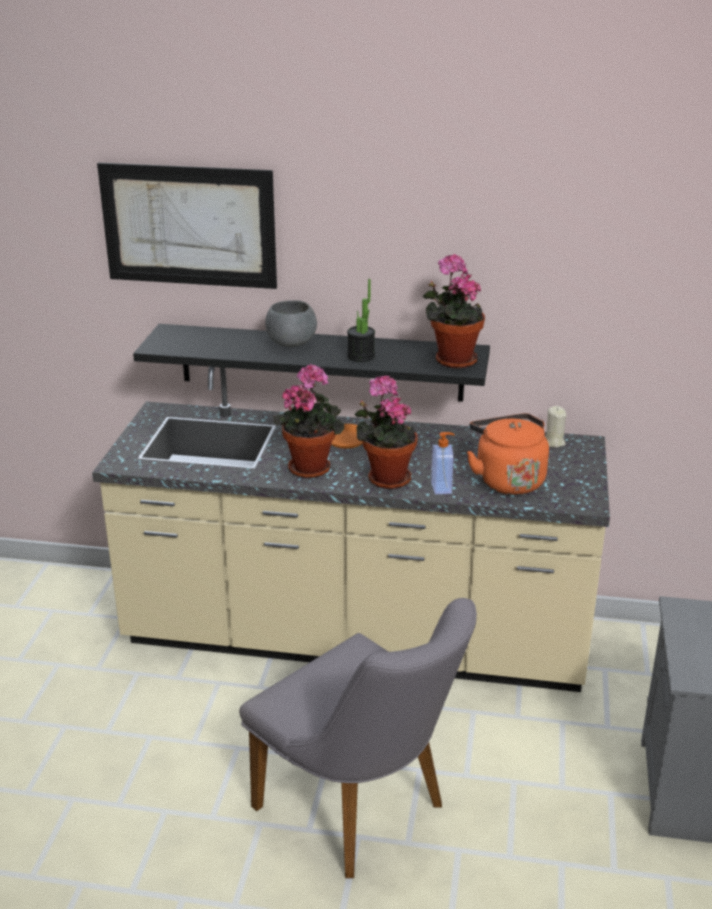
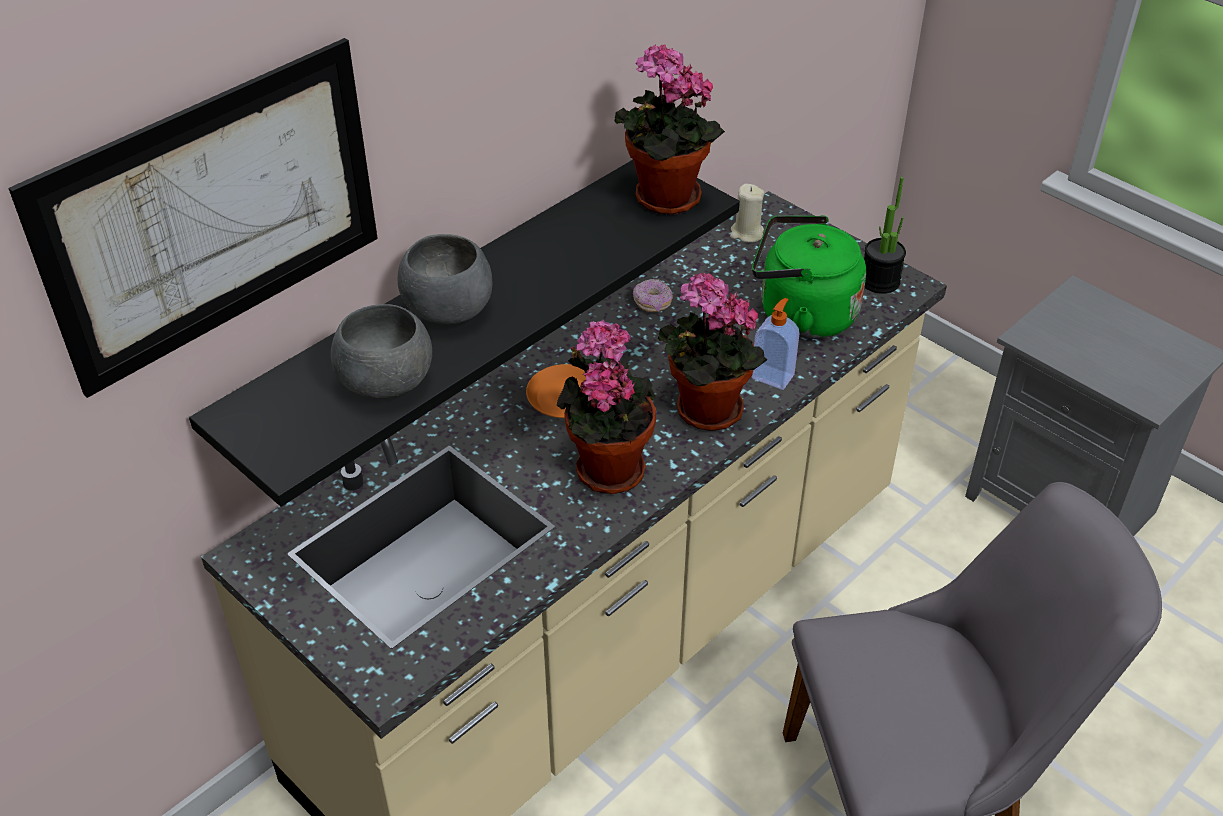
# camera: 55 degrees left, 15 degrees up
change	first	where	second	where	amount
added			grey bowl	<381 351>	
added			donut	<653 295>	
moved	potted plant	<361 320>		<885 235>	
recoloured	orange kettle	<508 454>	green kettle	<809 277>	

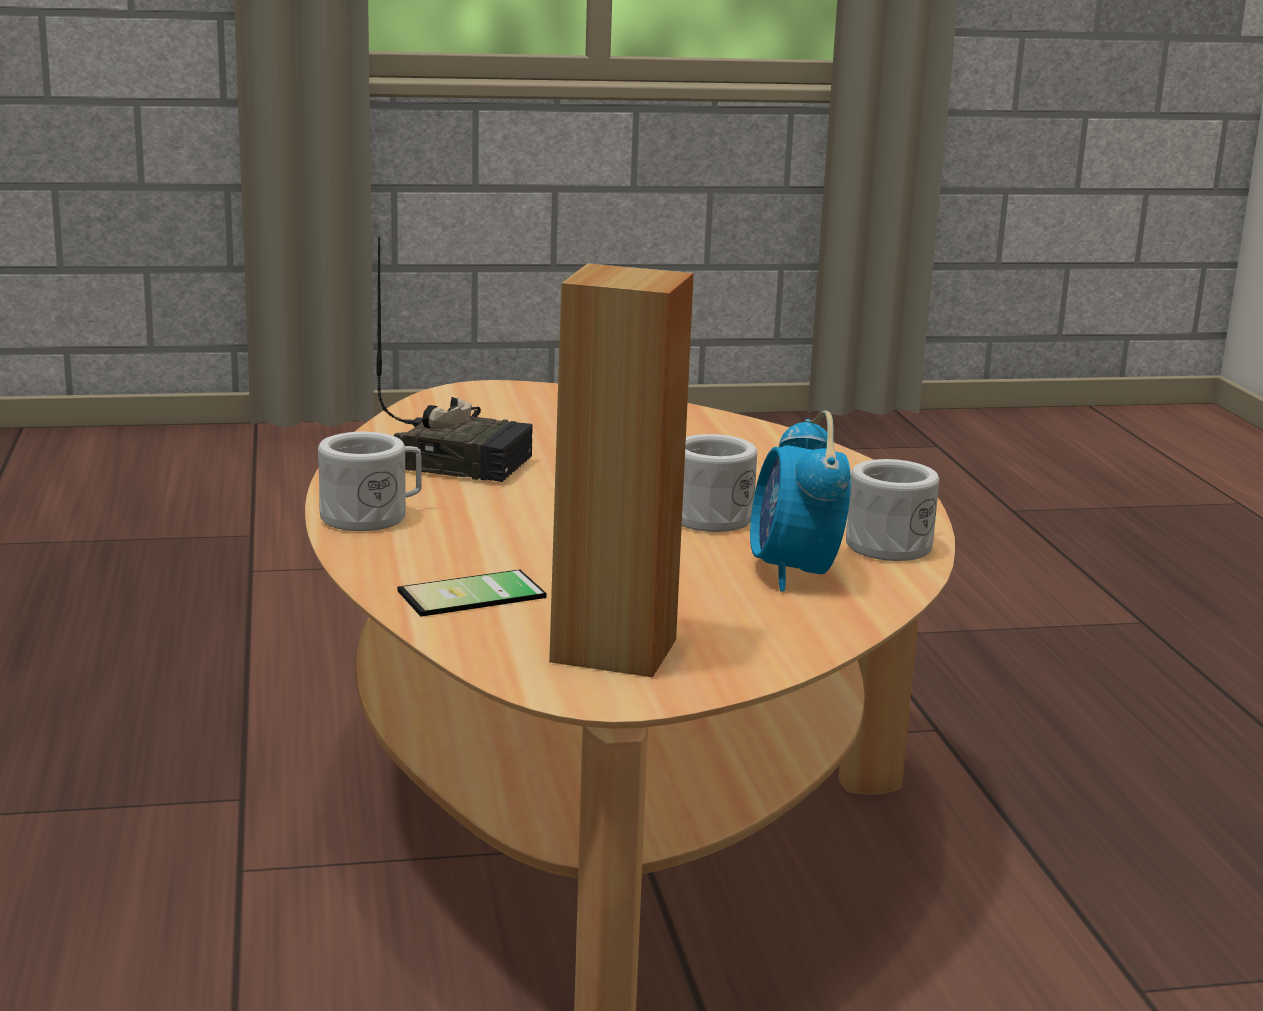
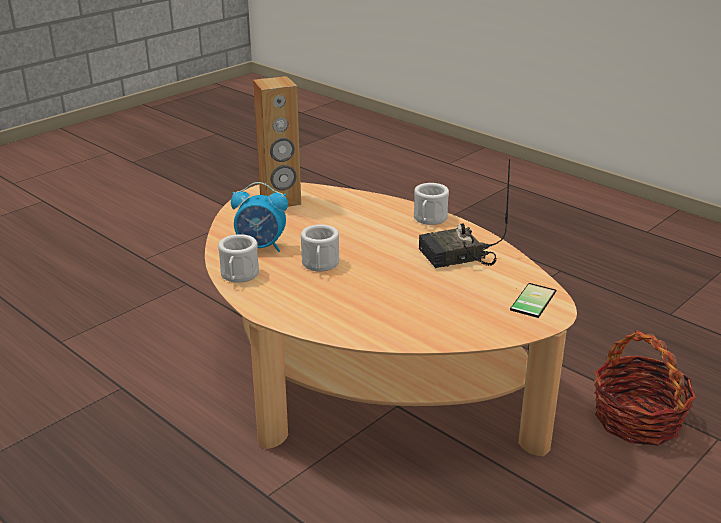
# camera: 145 degrees right, 10 degrees up
change	first	where	second	where	amount
added			basket	<645 388>	
moved	phone	<472 593>		<533 300>	
turned	alarm clock	<800 501>		<259 217>	135 degrees clockwise

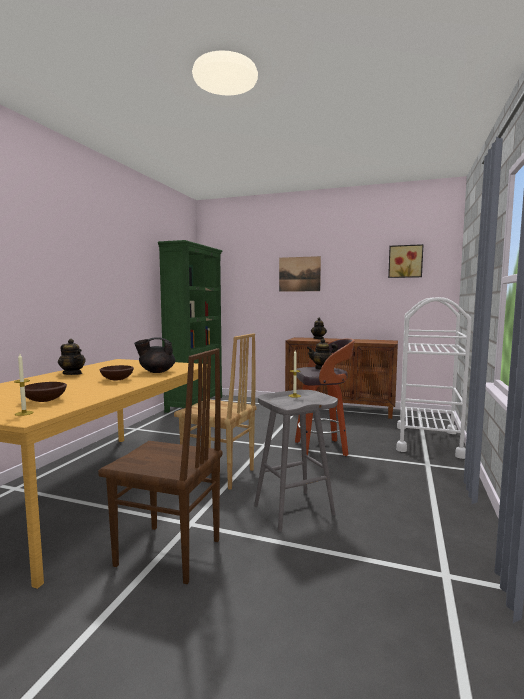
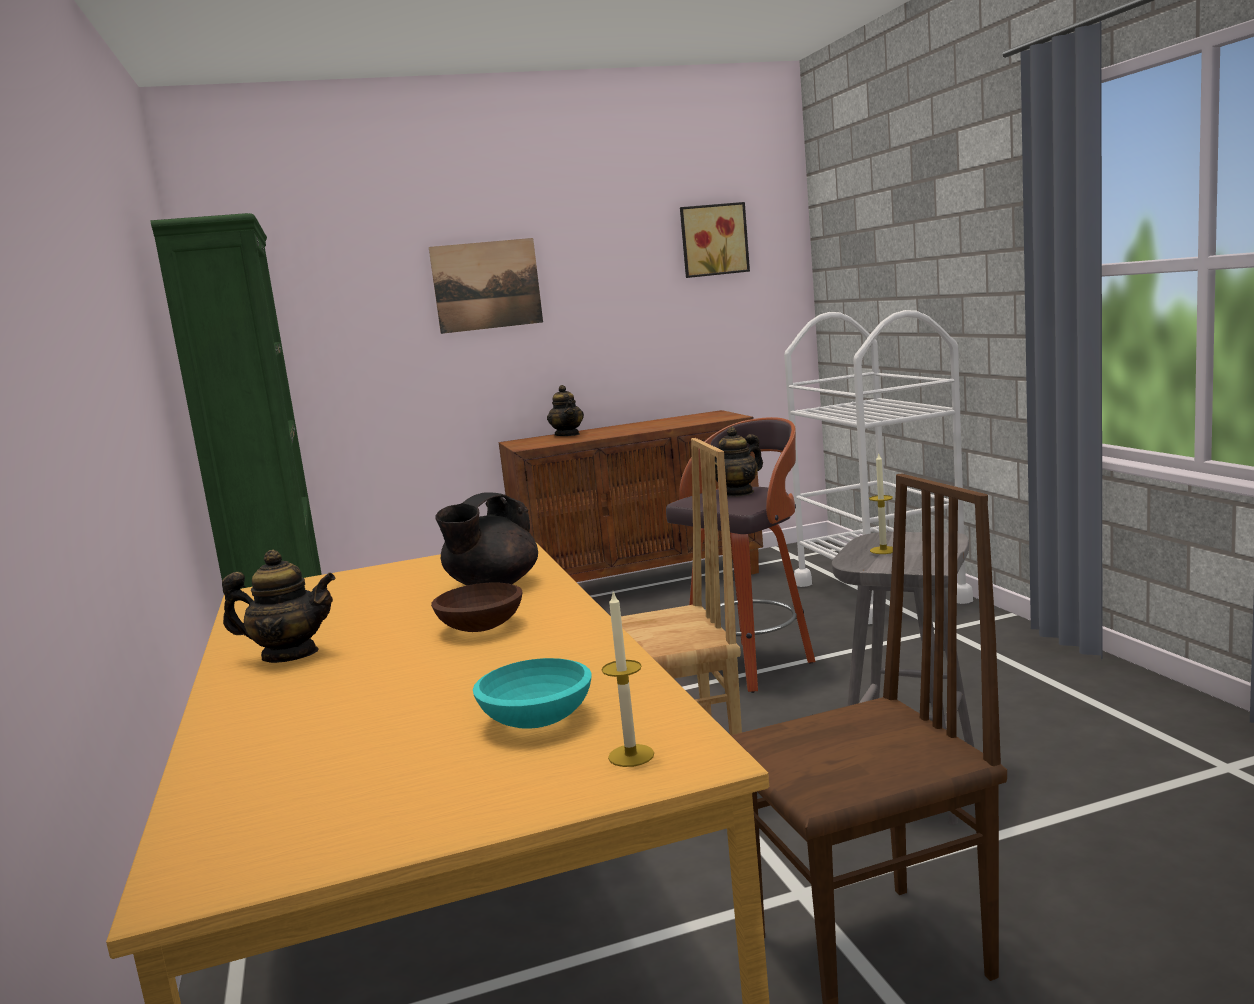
# camera: 35 degrees left, 5 degrees up
change	first	where	second	where	amount
recoloured	brown bowl	<46 392>	turquoise bowl	<532 693>	

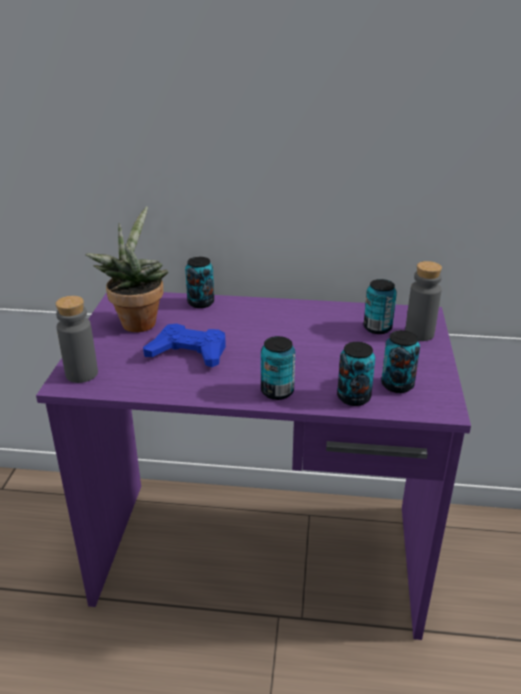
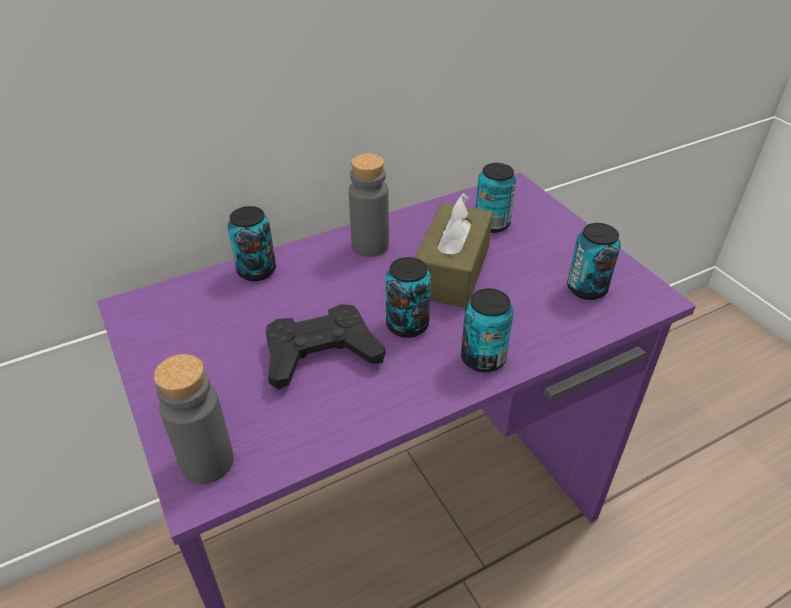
# camera: 35 degrees left, 10 degrees up
change	first	where	second	where	amount
removed	potted plant	<126 269>			
added			brown tissue box	<453 250>	
moved	can	<356 374>		<408 297>	
moved	grey bottle	<423 301>		<369 205>	
recoloured	blue game controller	<184 345>	black game controller	<325 347>	

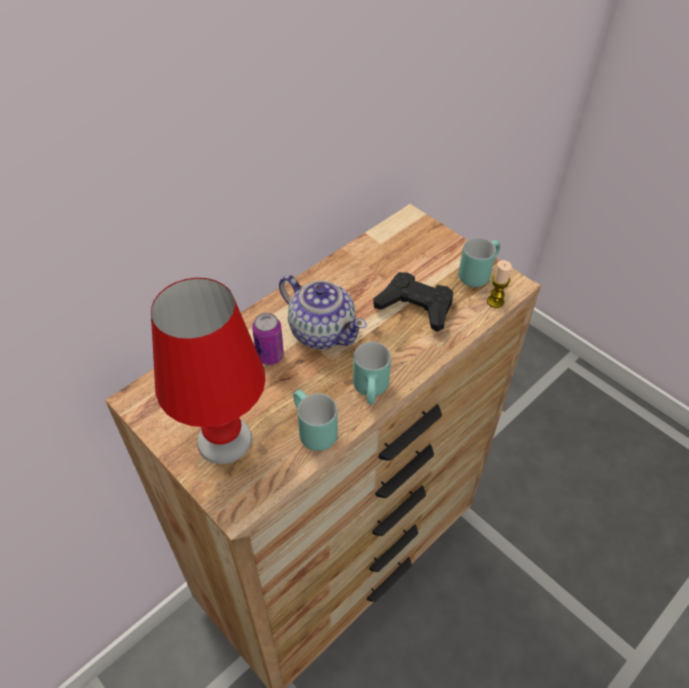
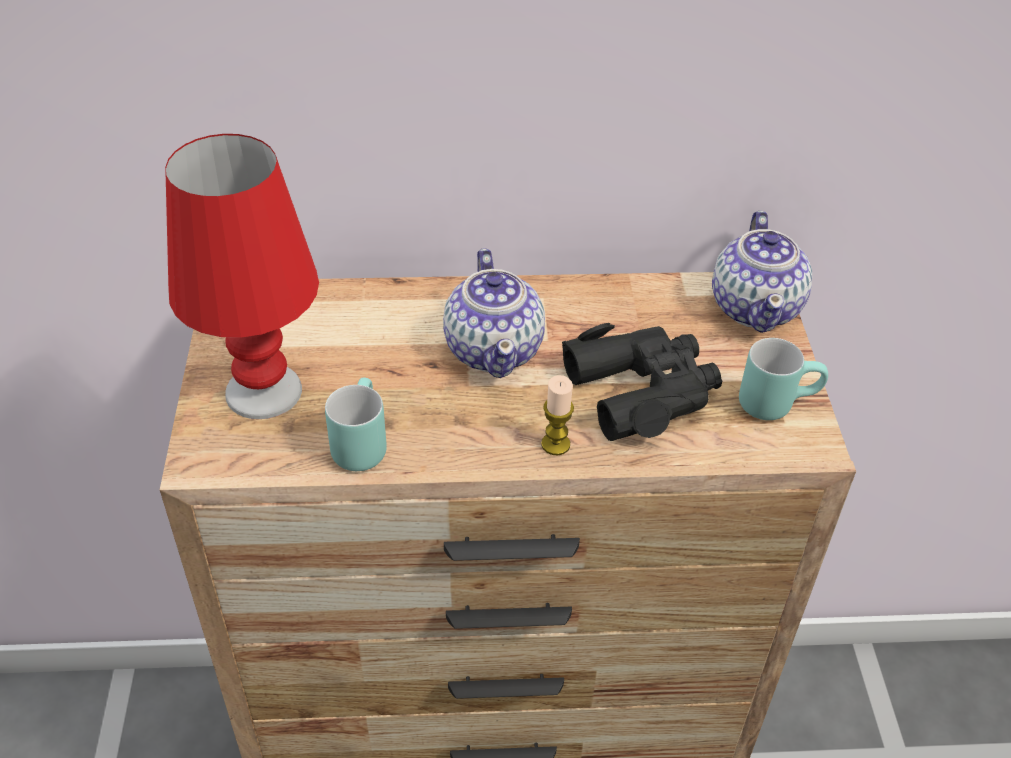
# camera: 40 degrees right, 5 degrees down
change	first	where	second	where	amount
removed	can	<268 339>			
removed	turquoise mug	<372 373>			
added			teapot	<762 271>	
moved	candle	<499 284>		<557 415>	
replaced	black game controller	<413 302>	black binoculars	<642 382>	

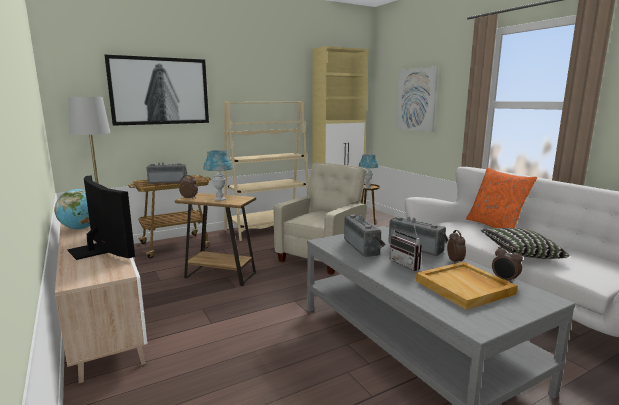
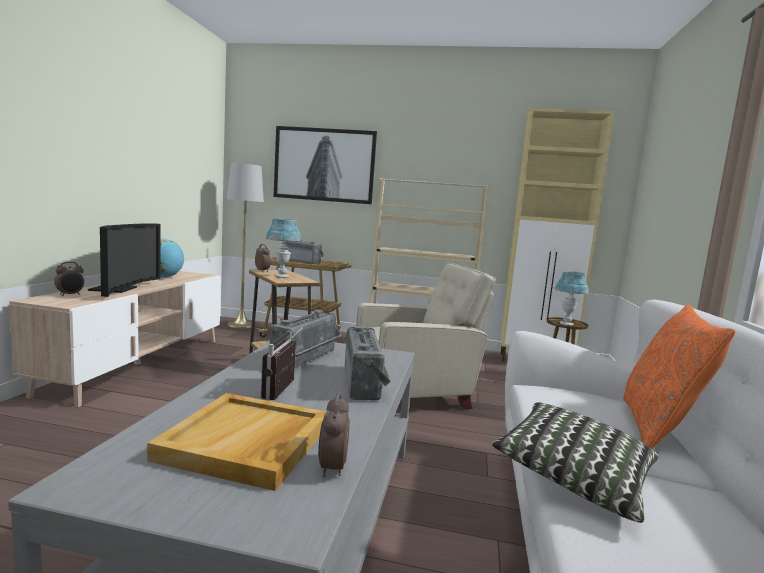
# camera: 40 degrees right, 5 degrees down
change	first	where	second	where	amount
removed	picture	<417 99>			
moved	alarm clock	<456 247>		<69 279>	

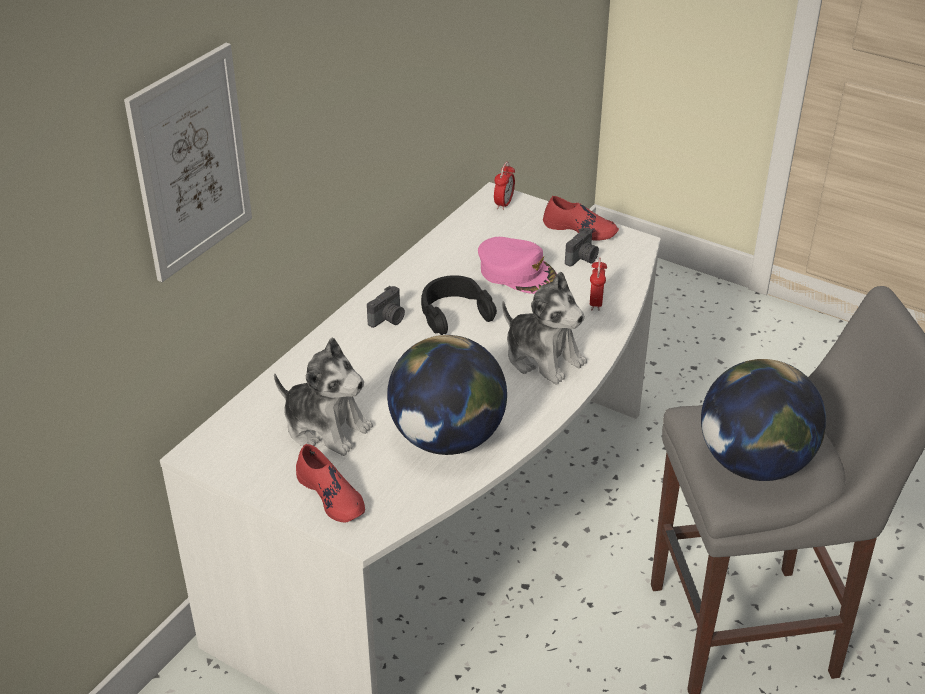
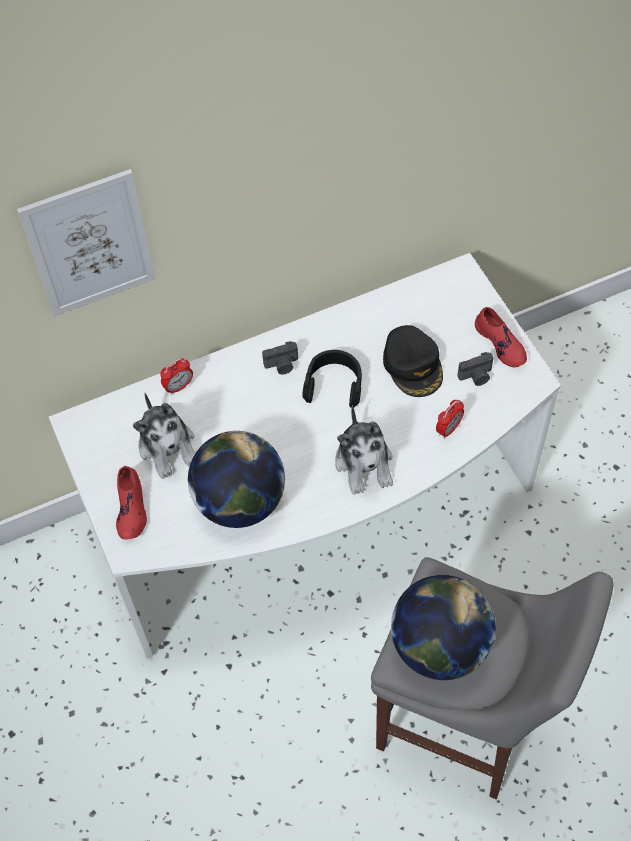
# camera: 35 degrees right, 20 degrees up
change	first	where	second	where	amount
moved	alarm clock	<504 186>		<176 376>	
recoloured	pink cap	<517 265>	black cap	<413 361>	

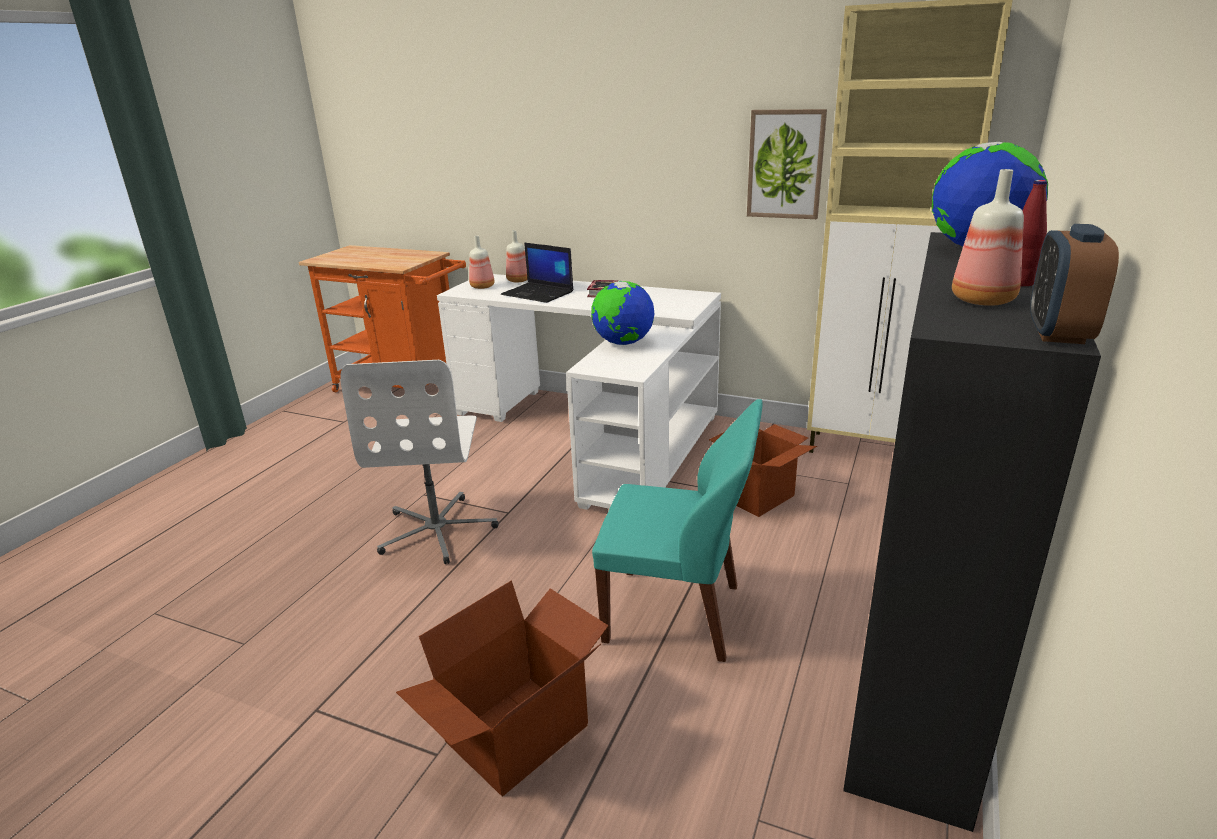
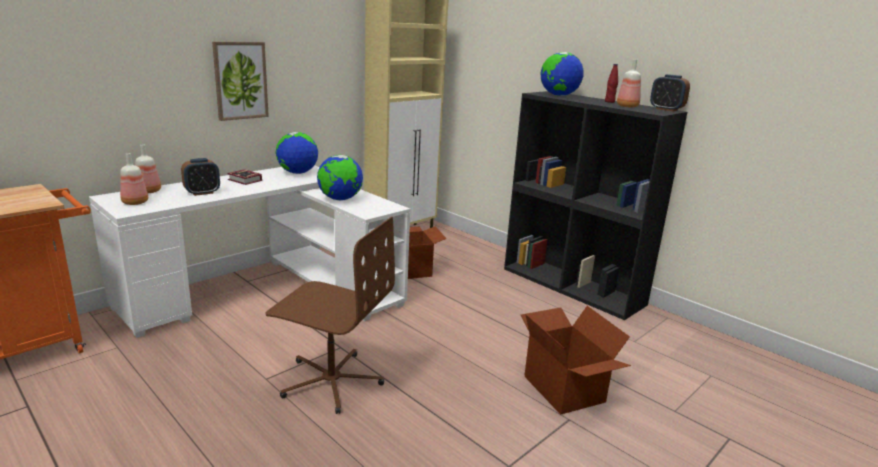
# camera: 70 degrees left, 5 degrees down
change	first	where	second	where	amount
removed	turquoise chair	<677 530>			
added			globe	<297 153>	
moved	picture	<787 164>		<240 81>	
replaced	laptop	<537 273>	alarm clock	<200 177>	
recoloured	white office chair	<419 462>	brown office chair	<330 315>	

